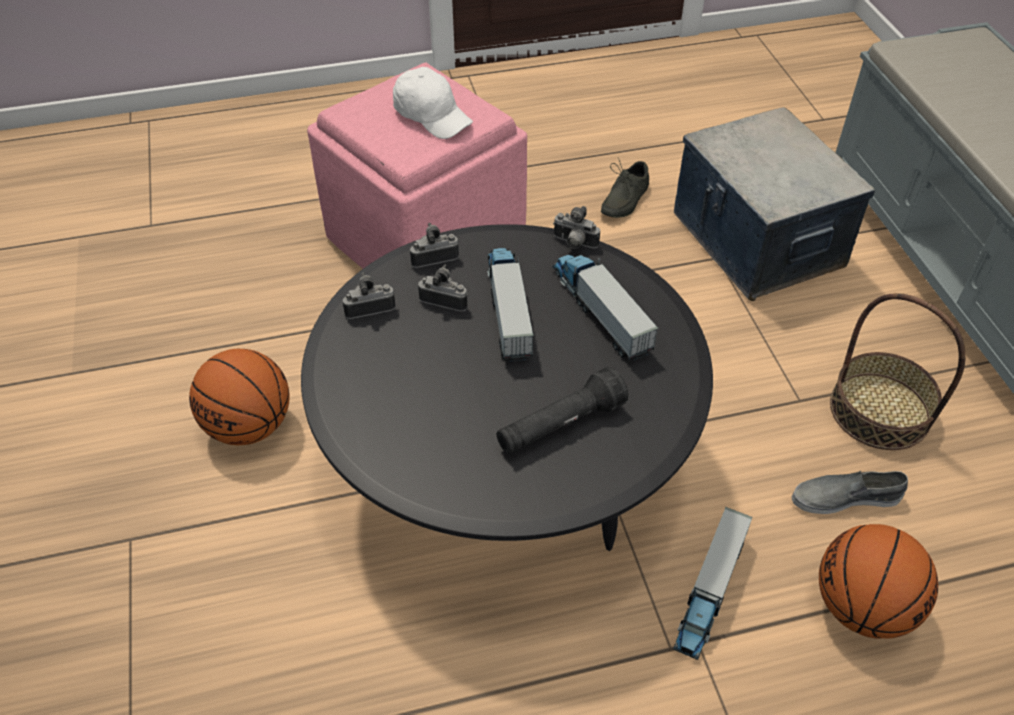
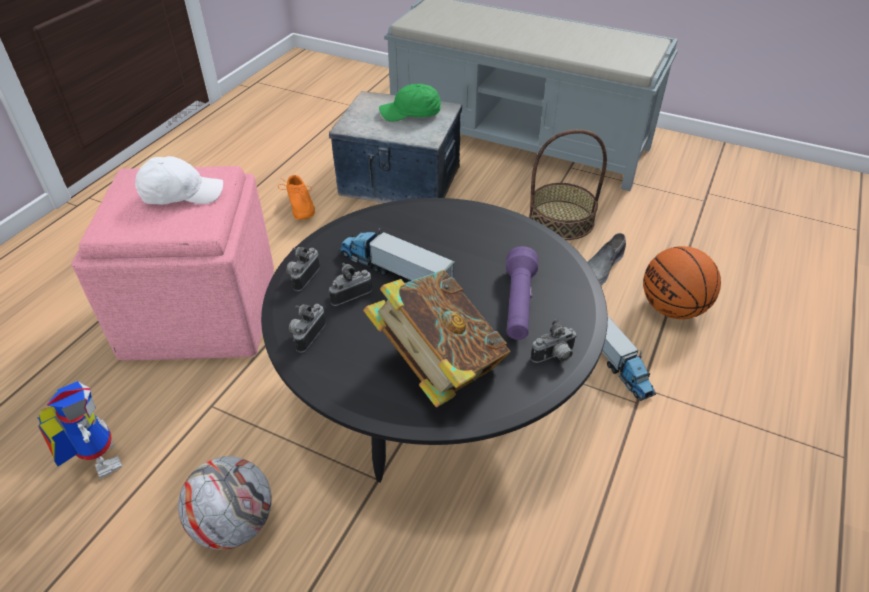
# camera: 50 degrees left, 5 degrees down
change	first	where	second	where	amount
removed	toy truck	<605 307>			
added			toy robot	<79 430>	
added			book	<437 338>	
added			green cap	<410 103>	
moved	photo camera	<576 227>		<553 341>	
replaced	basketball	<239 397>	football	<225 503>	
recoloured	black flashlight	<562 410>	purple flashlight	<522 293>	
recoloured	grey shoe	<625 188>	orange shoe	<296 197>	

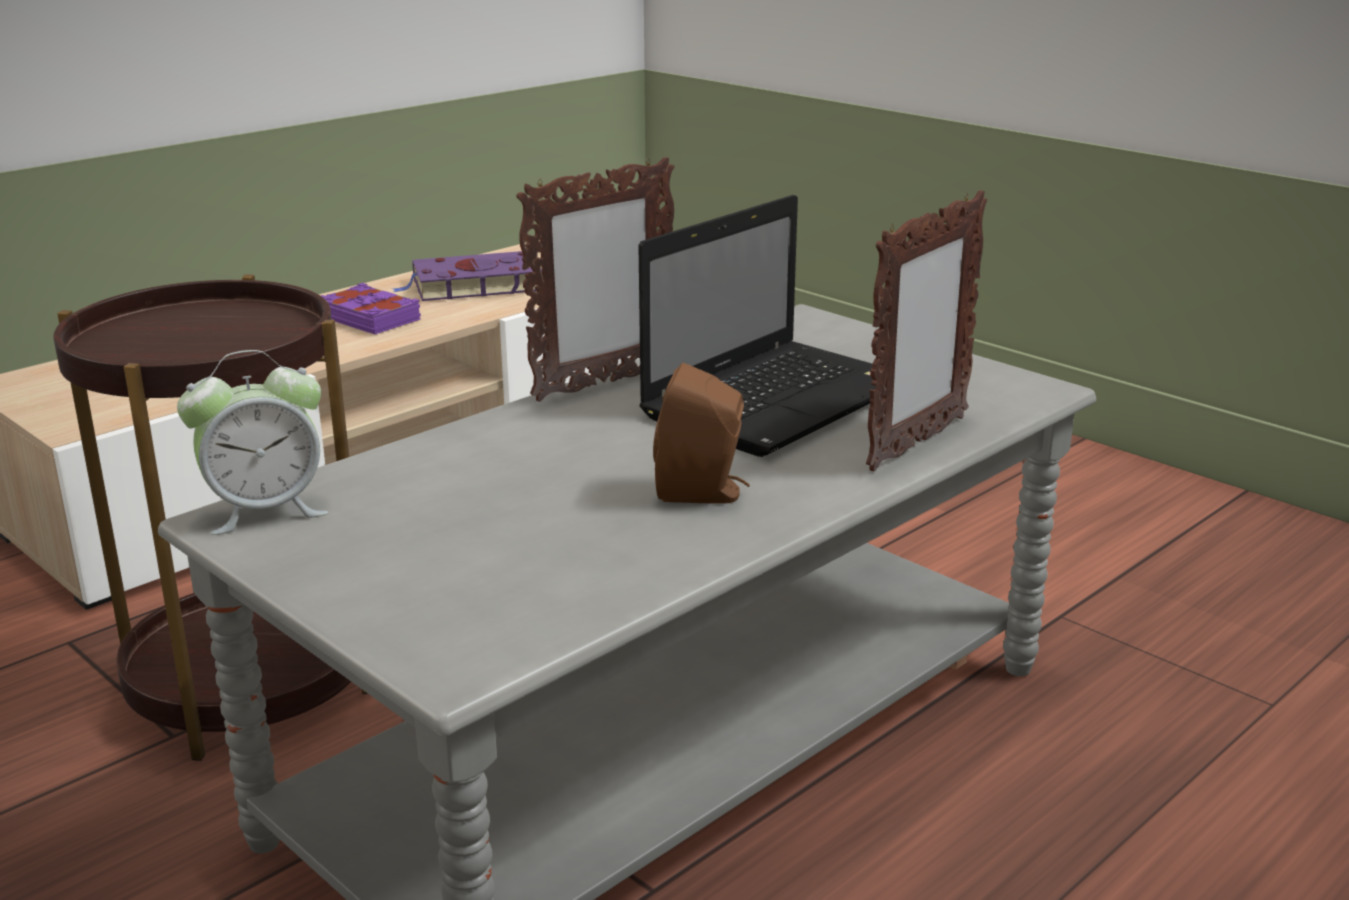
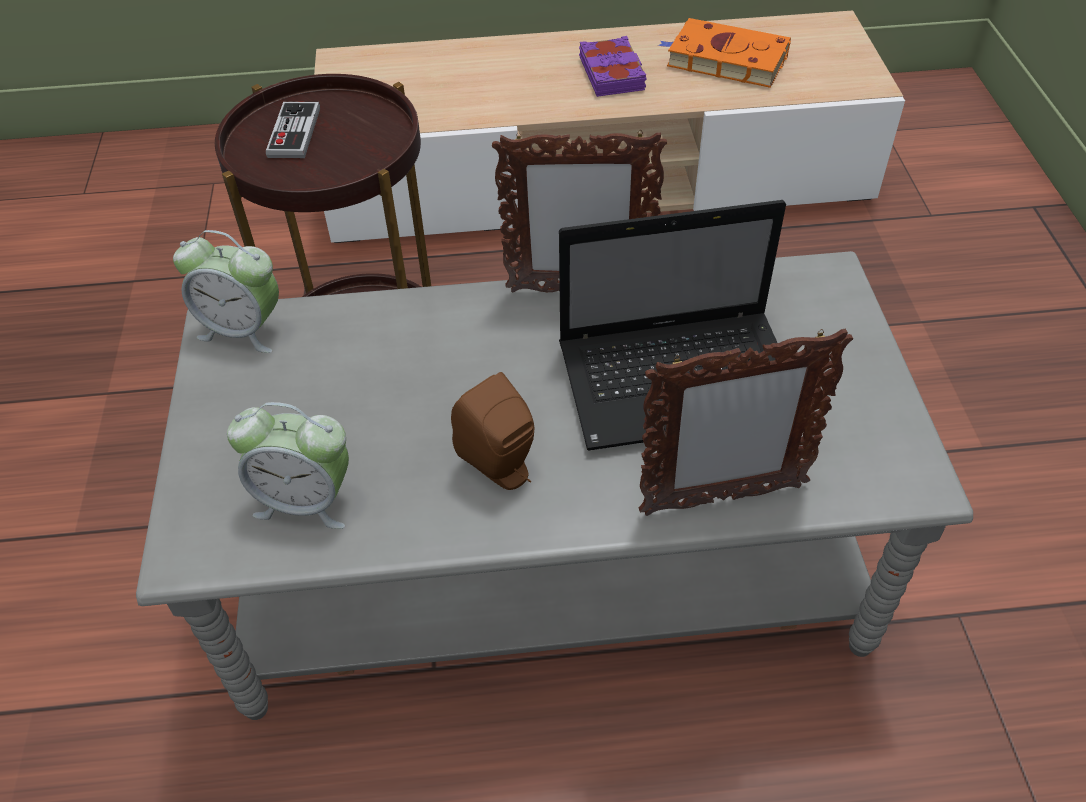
# camera: 40 degrees right, 25 degrees up
change	first	where	second	where	amount
added			alarm clock	<288 465>	
added			game controller	<293 130>	
recoloured	purple book	<467 276>	orange book	<724 53>	

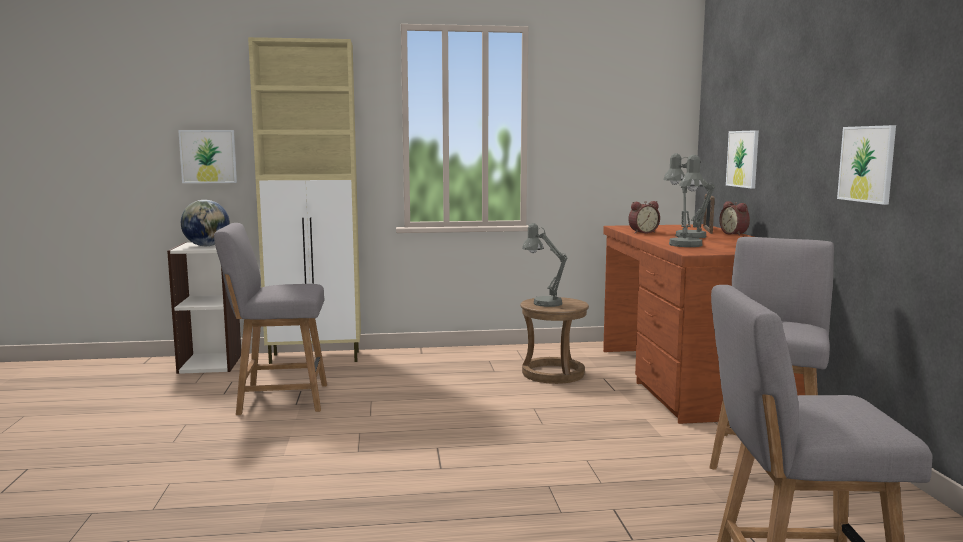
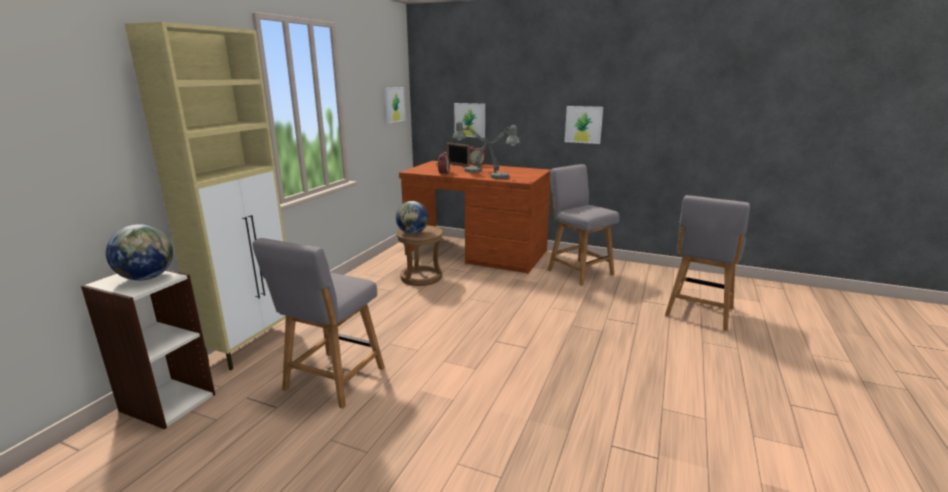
# camera: 60 degrees left, 10 degrees up
change	first	where	second	where	amount
moved	picture	<207 156>		<394 105>	
replaced	grey table lamp	<545 265>	globe	<412 217>	

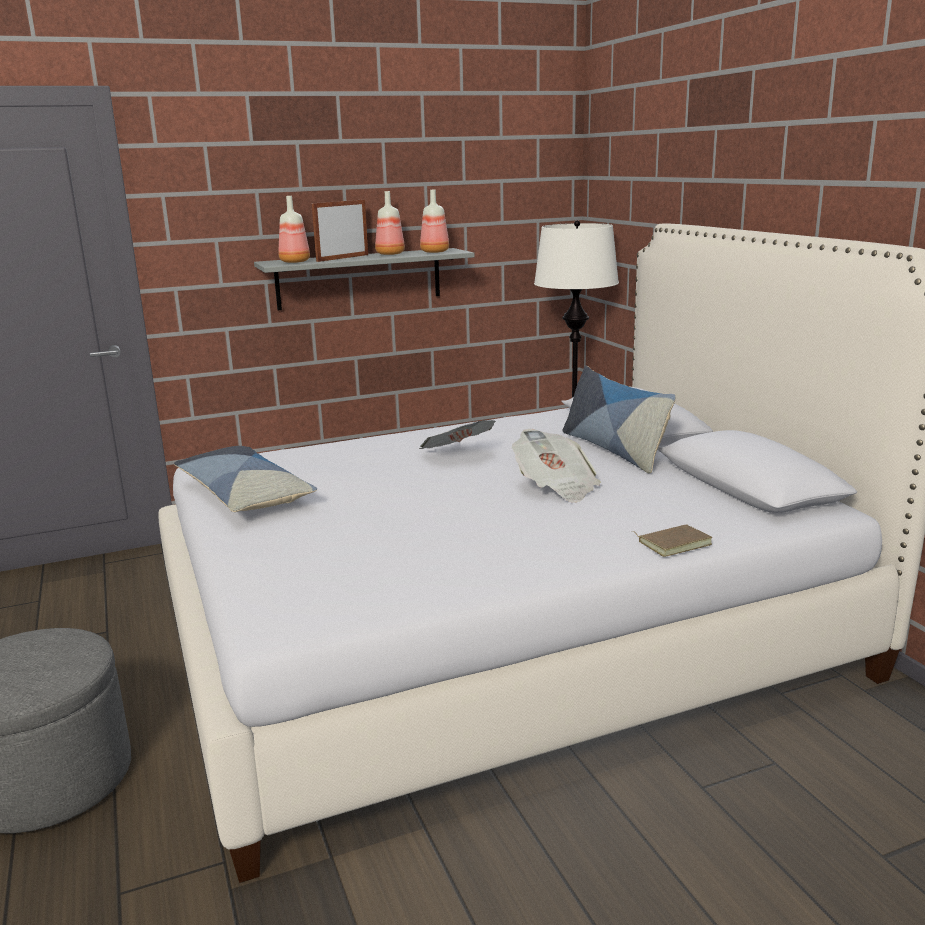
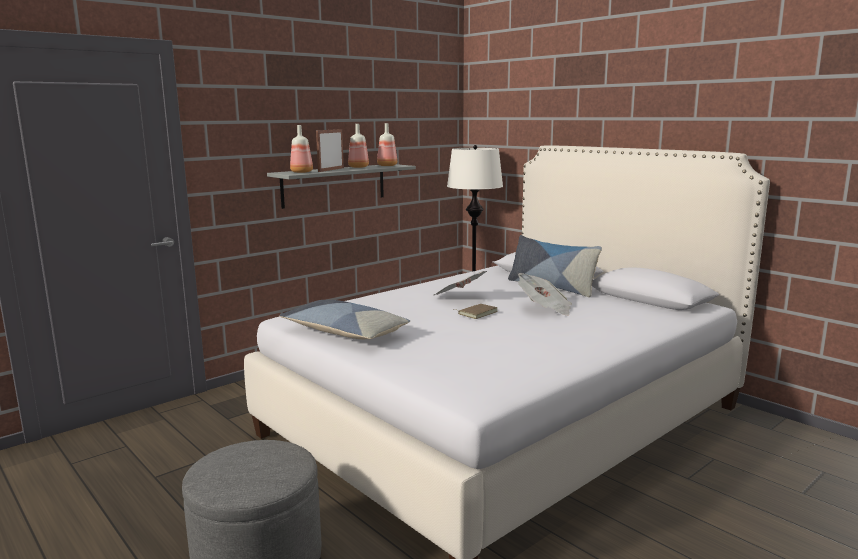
# camera: 20 degrees left, 5 degrees down
change	first	where	second	where	amount
moved	brown book	<672 540>		<475 311>	

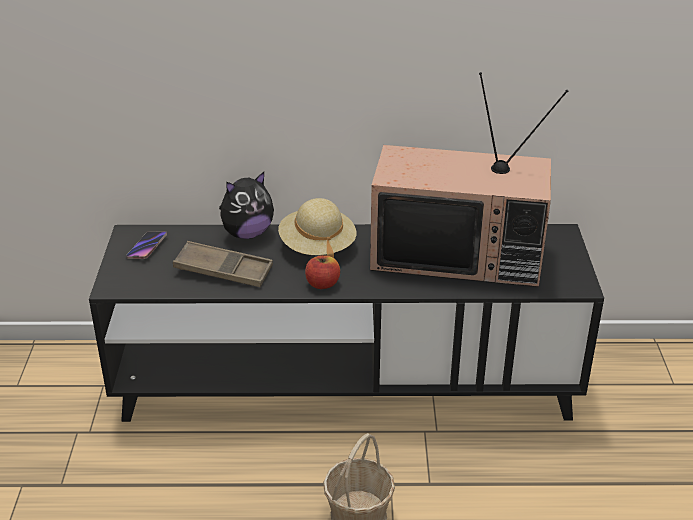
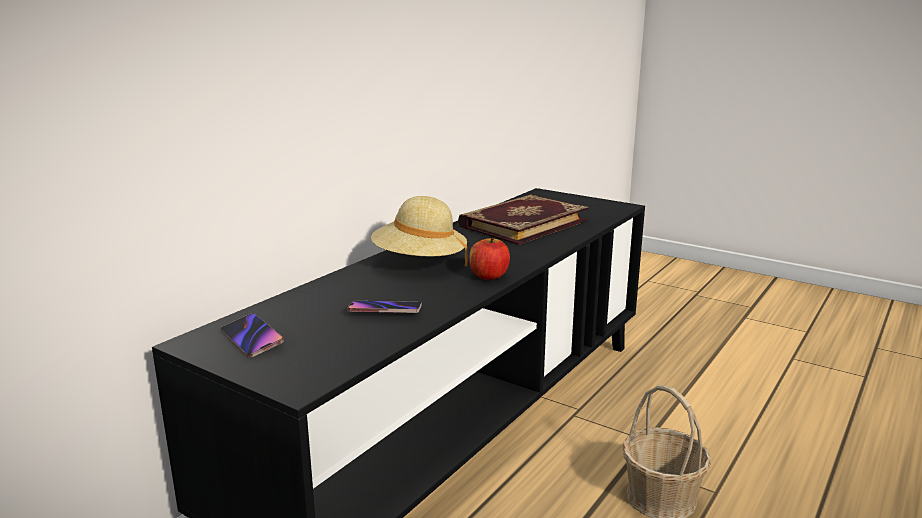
# camera: 55 degrees left, 15 degrees down
change	first	where	second	where	amount
removed	plush toy	<246 205>			
replaced	brown tray	<223 264>	phone	<384 307>	
replaced	television	<469 179>	book	<523 219>	

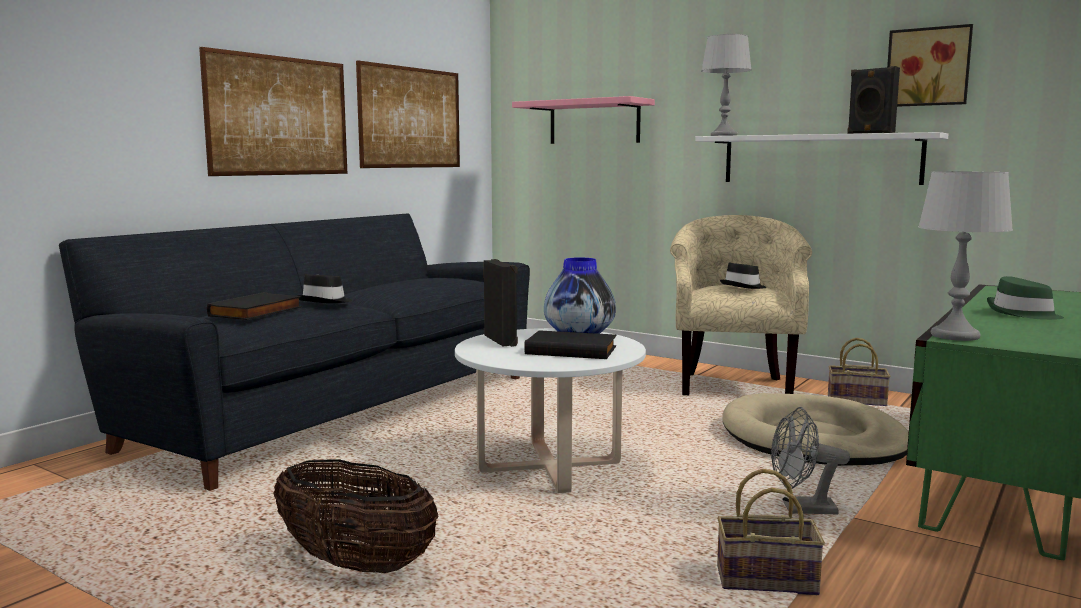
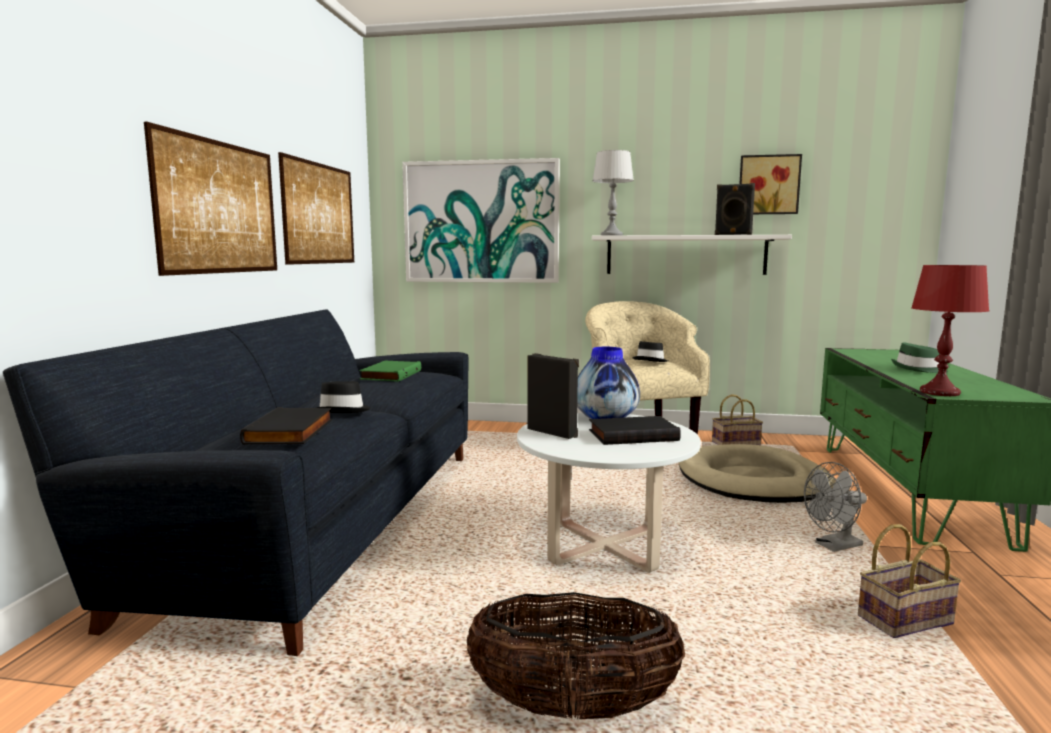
# camera: 25 degrees left, 0 degrees up
change	first	where	second	where	amount
added			green book	<390 371>	
replaced	pink shelf	<583 120>	picture	<481 220>	
recoloured	grey table lamp	<965 256>	red table lamp	<950 330>	

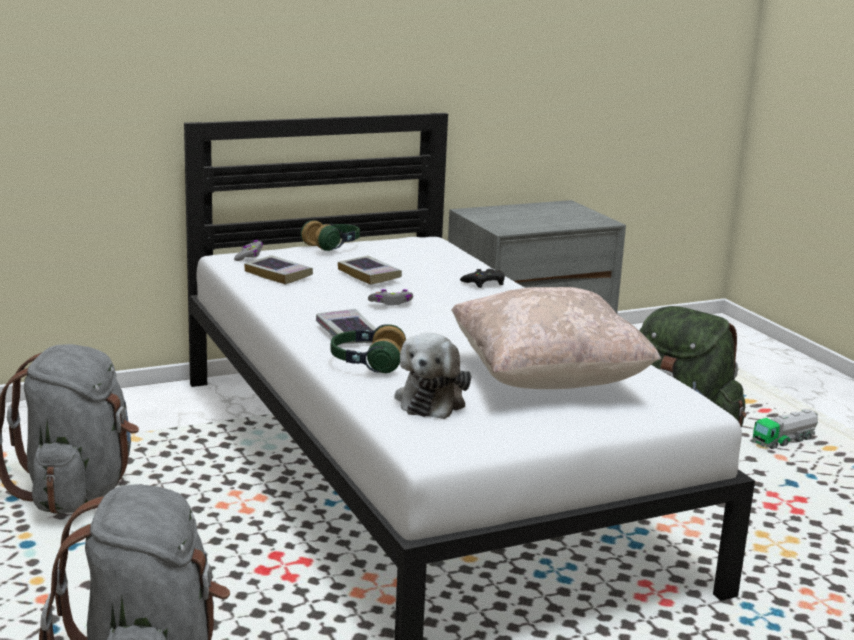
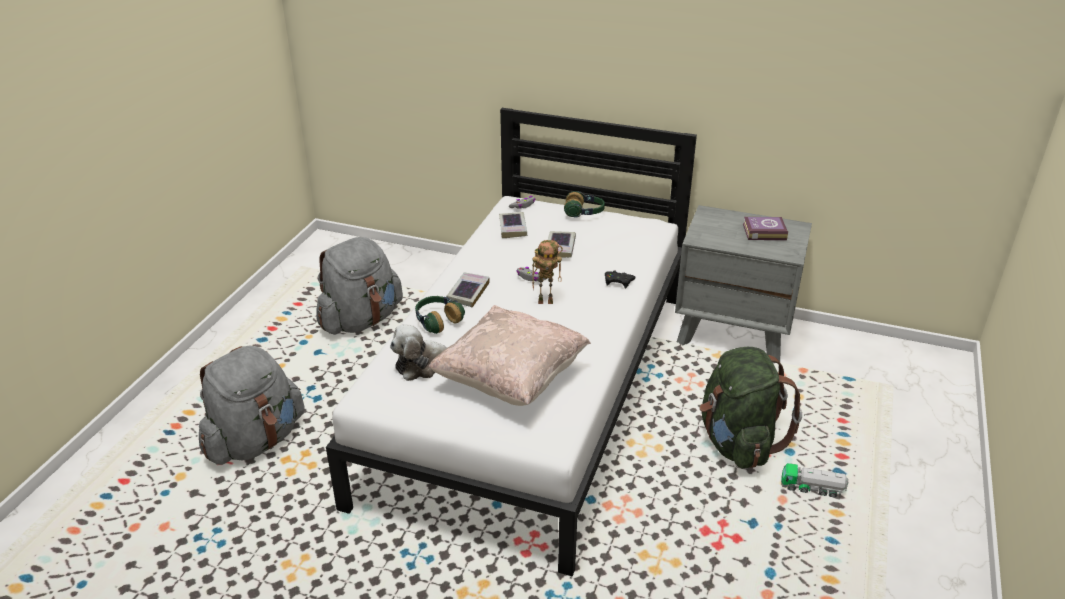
# camera: 45 degrees right, 15 degrees up
change	first	where	second	where	amount
added			toy robot	<547 272>	
added			book	<765 228>	

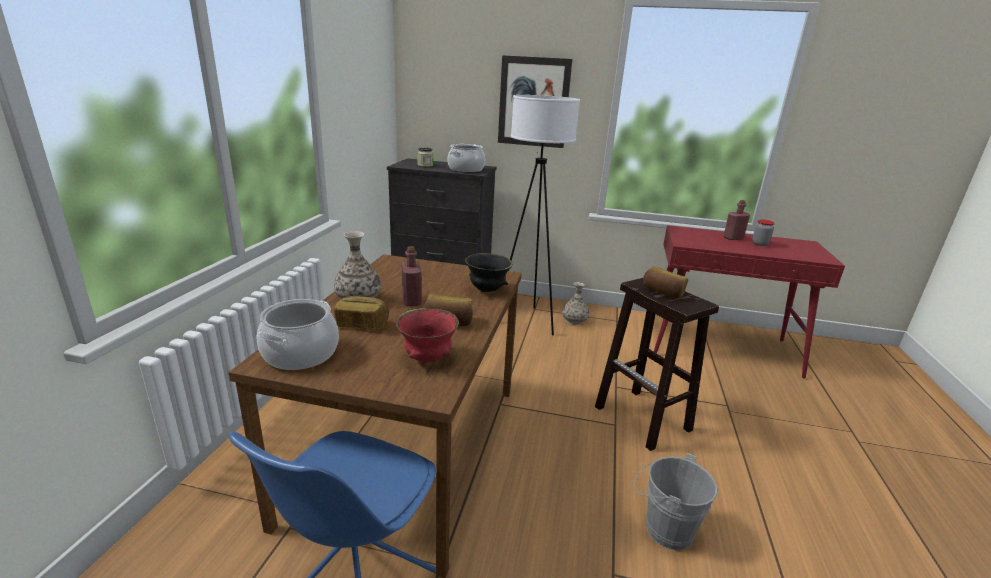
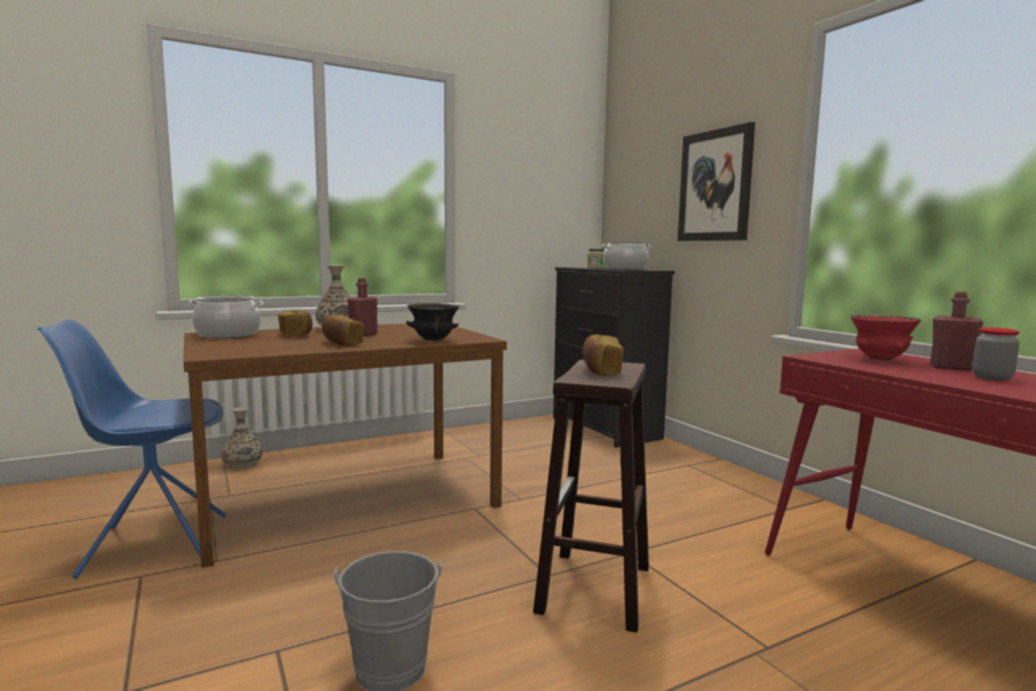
# camera: 50 degrees right, 15 degrees down
change	first	where	second	where	amount
removed	white floor lamp	<544 215>			
moved	red bowl	<427 335>		<886 338>	
moved	vase	<575 303>		<242 439>	

